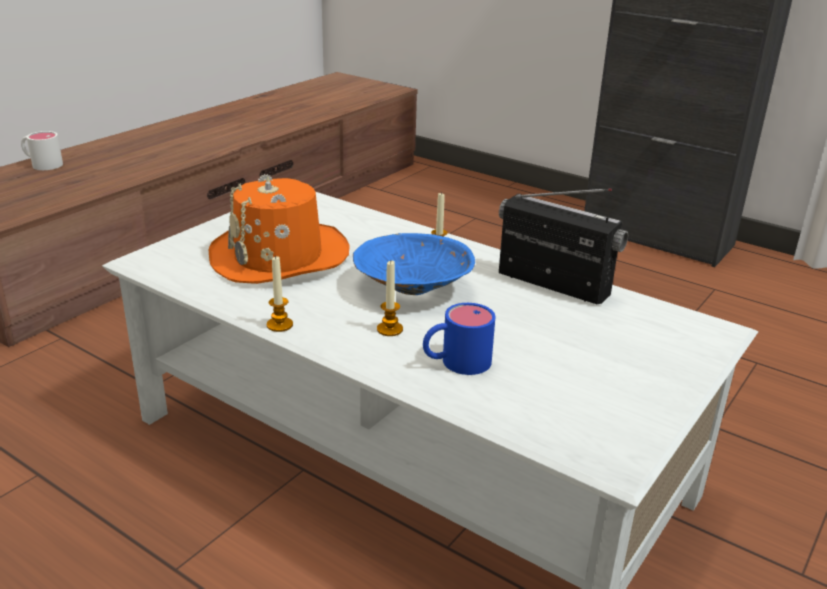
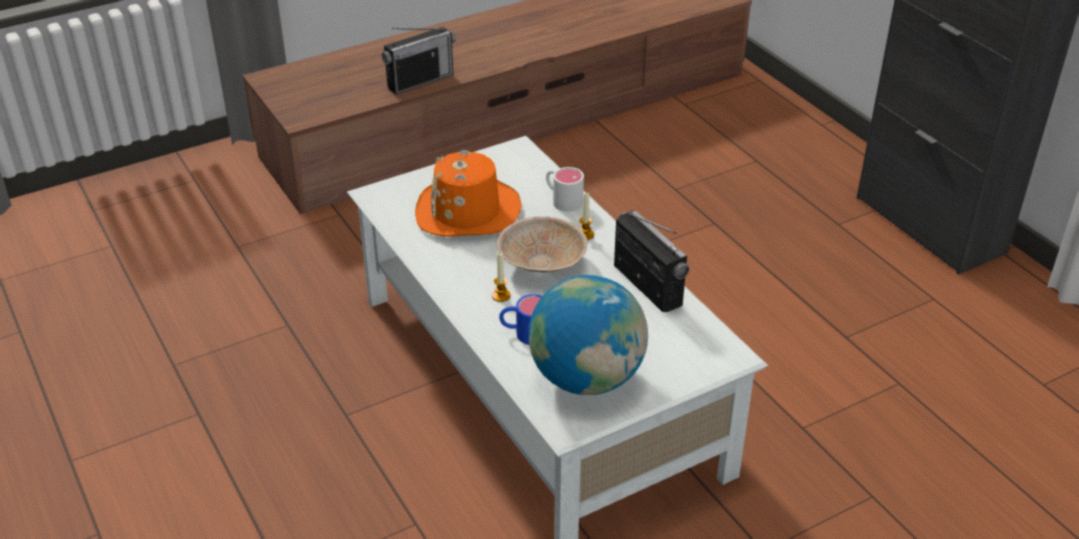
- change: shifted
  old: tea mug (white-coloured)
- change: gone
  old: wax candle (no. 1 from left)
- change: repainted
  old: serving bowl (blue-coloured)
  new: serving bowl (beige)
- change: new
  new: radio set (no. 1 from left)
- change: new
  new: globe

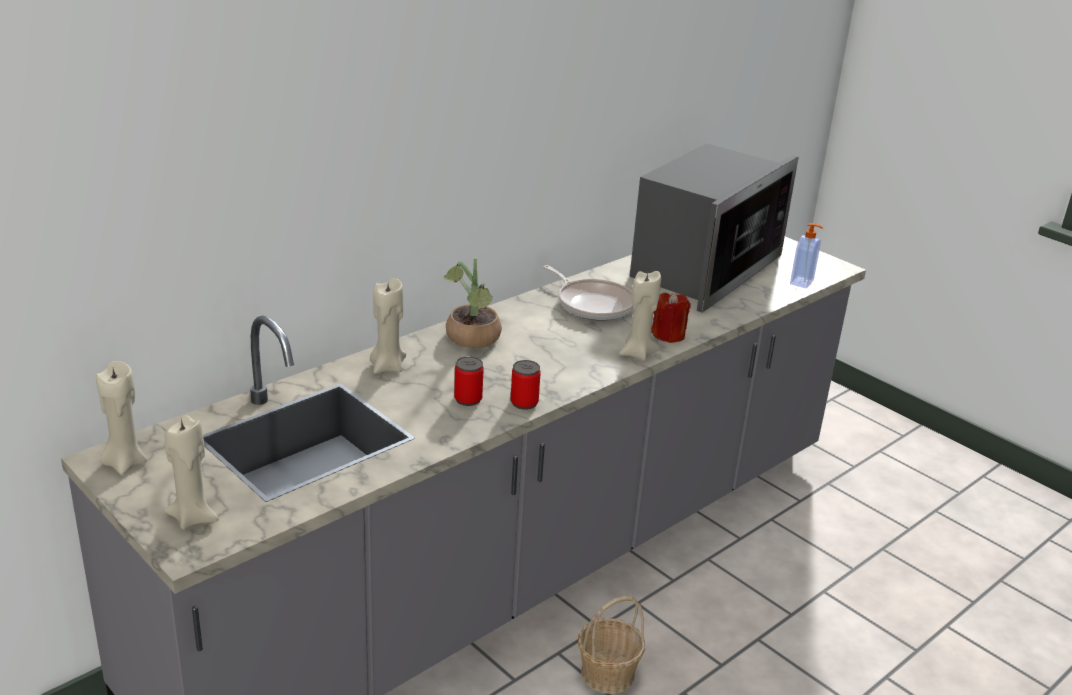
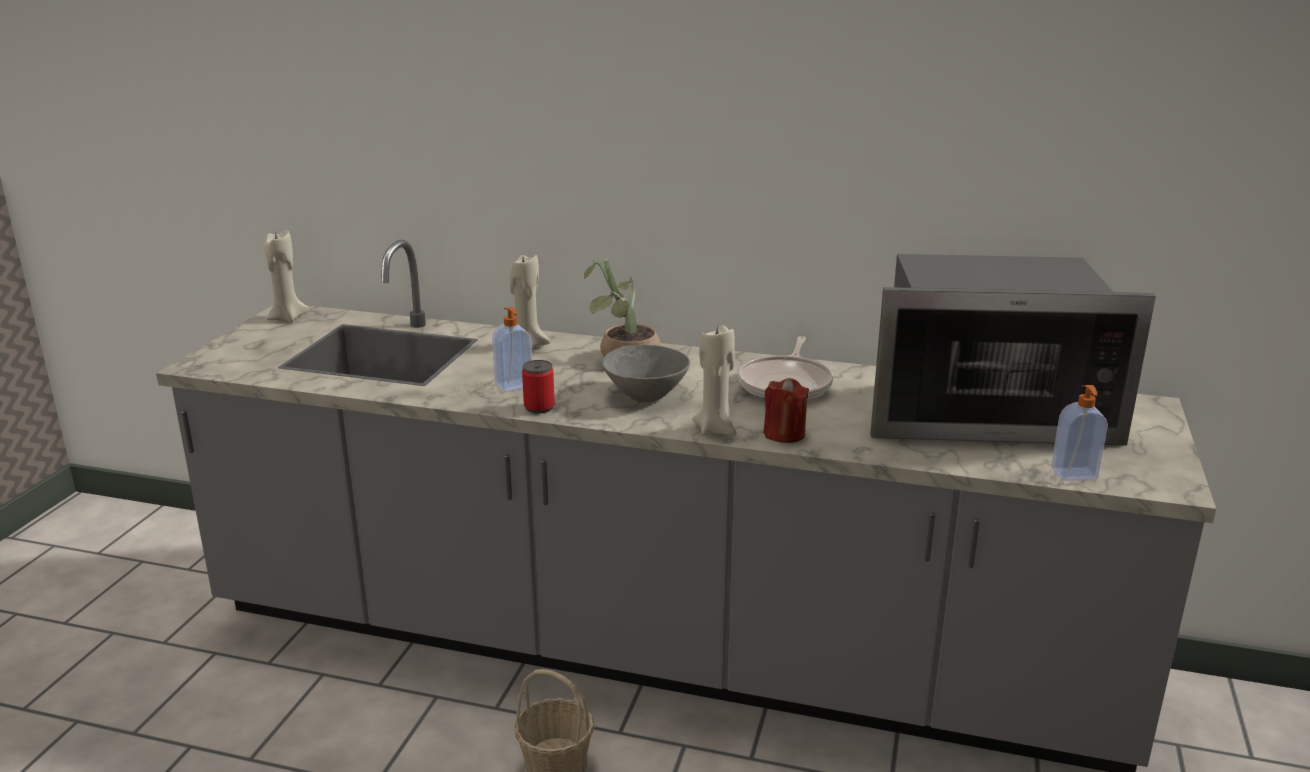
- change: gone
  old: wax candle (beige) (no. 2 from left)
- change: swapped
  old: sealed can (no. 1 from left)
  new: soap dispenser (no. 1 from left)
- change: new
  new: serving bowl (grey)

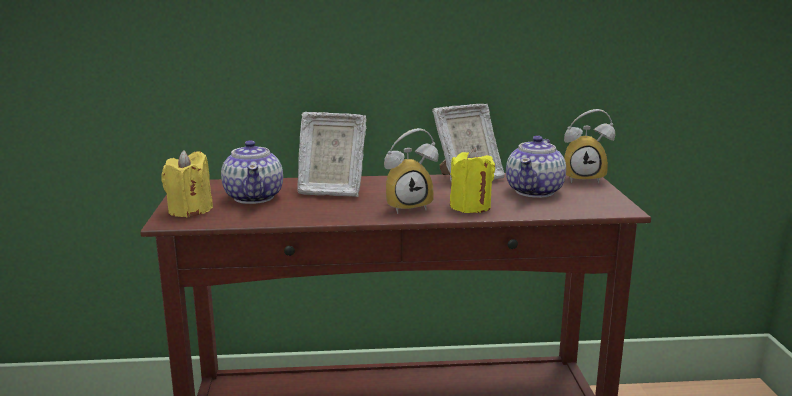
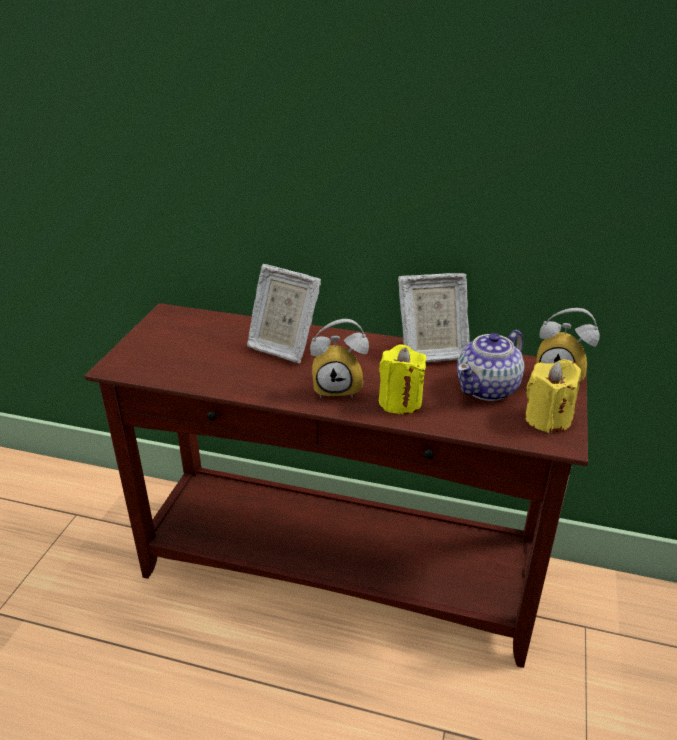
- change: shifted
  old: wax candle (yellow-coloured) (no. 1 from left in the first image)
  new: wax candle (yellow-coloured) (no. 2 from left)
- change: gone
  old: pot for tea (no. 1 from left)

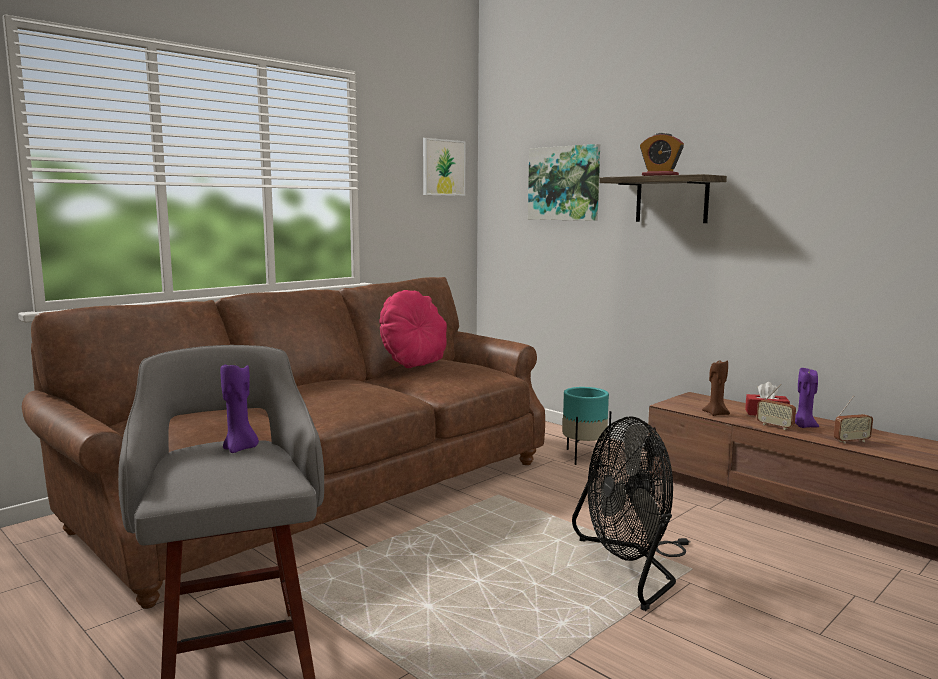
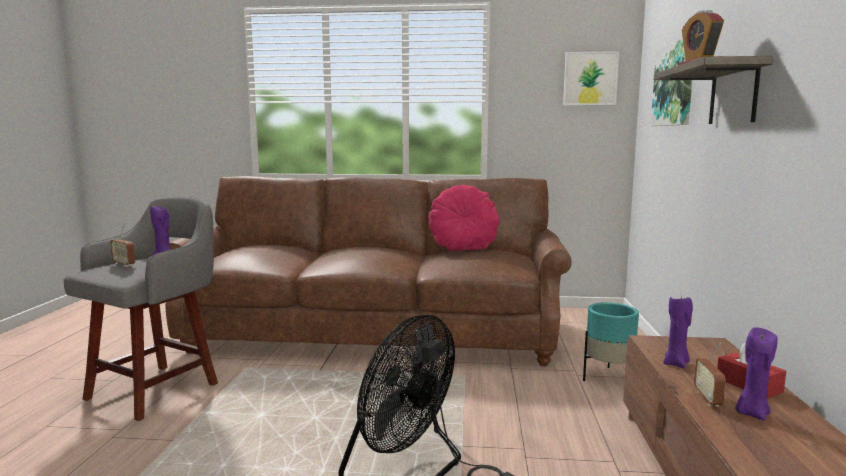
- change: repainted
  old: wax candle (brown)
  new: wax candle (purplish) (no. 2 from left)
- change: shifted
  old: radio set (no. 2 from left in the first image)
  new: radio set (no. 1 from left)

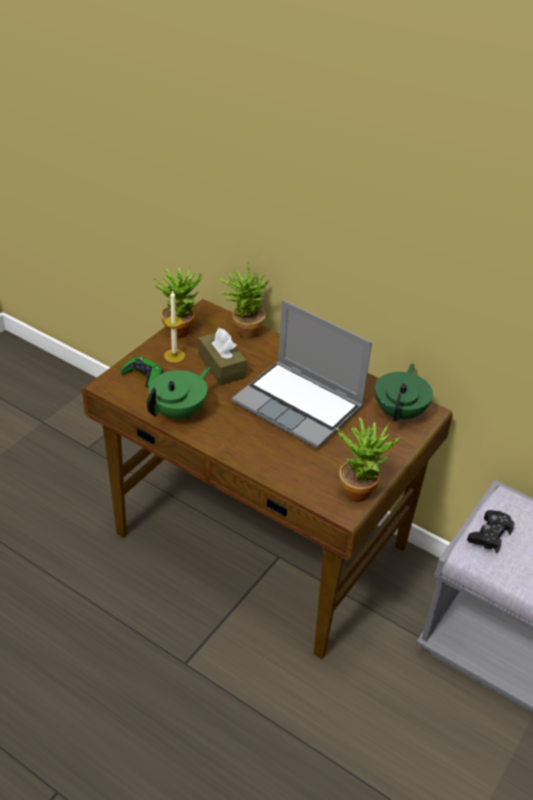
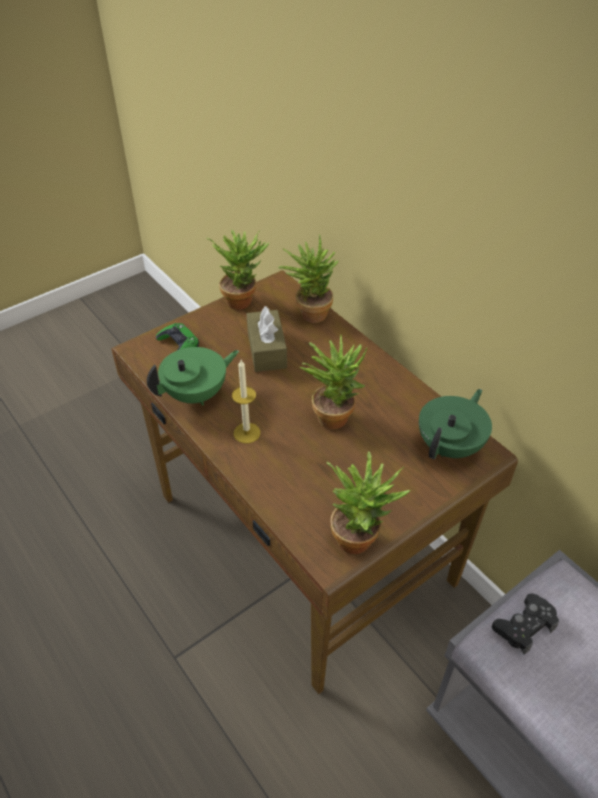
- change: shifted
  old: wax candle
- change: swapped
  old: portable computer
  new: potted plant (no. 3 from left)

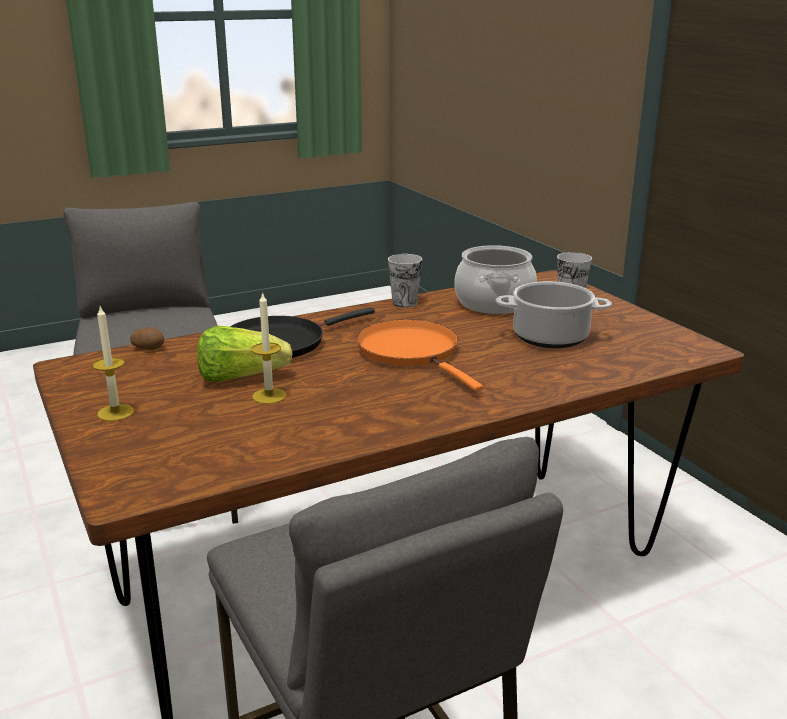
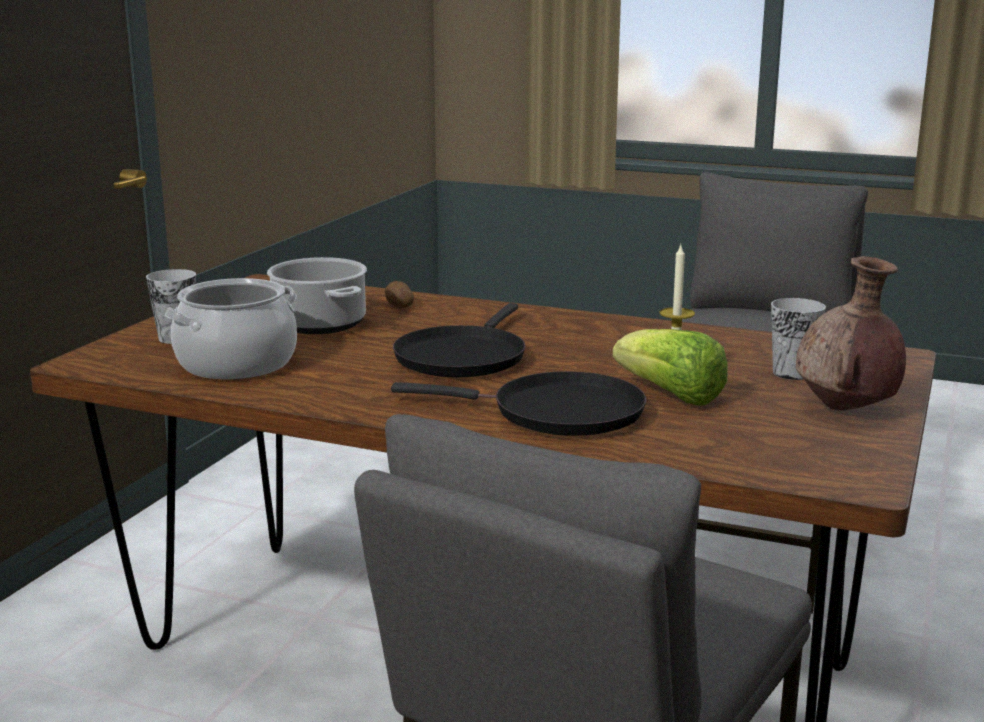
- change: swapped
  old: wax candle (no. 1 from left)
  new: decorative vase (brown)
- change: shifted
  old: whole potato
- change: repainted
  old: pan (orange)
  new: pan (black-coloured) (no. 1 from left)
- change: shifted
  old: drinking cup (no. 1 from left in the first image)
  new: drinking cup (no. 2 from left)

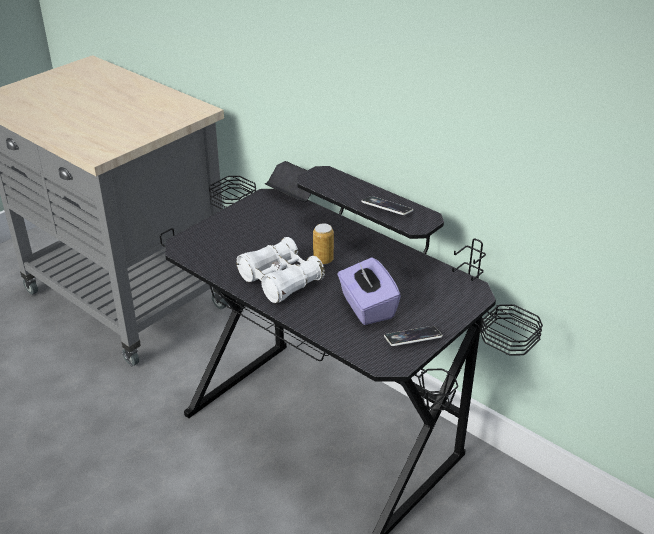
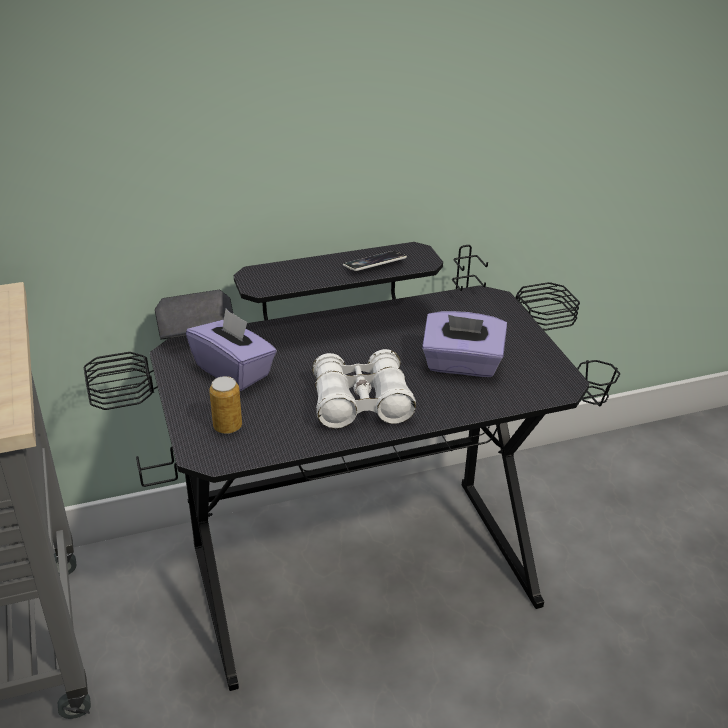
- change: shifted
  old: sealed can
- change: gone
  old: phone (no. 2 from left)
- change: new
  new: tissue holder (purplish) (no. 1 from left)

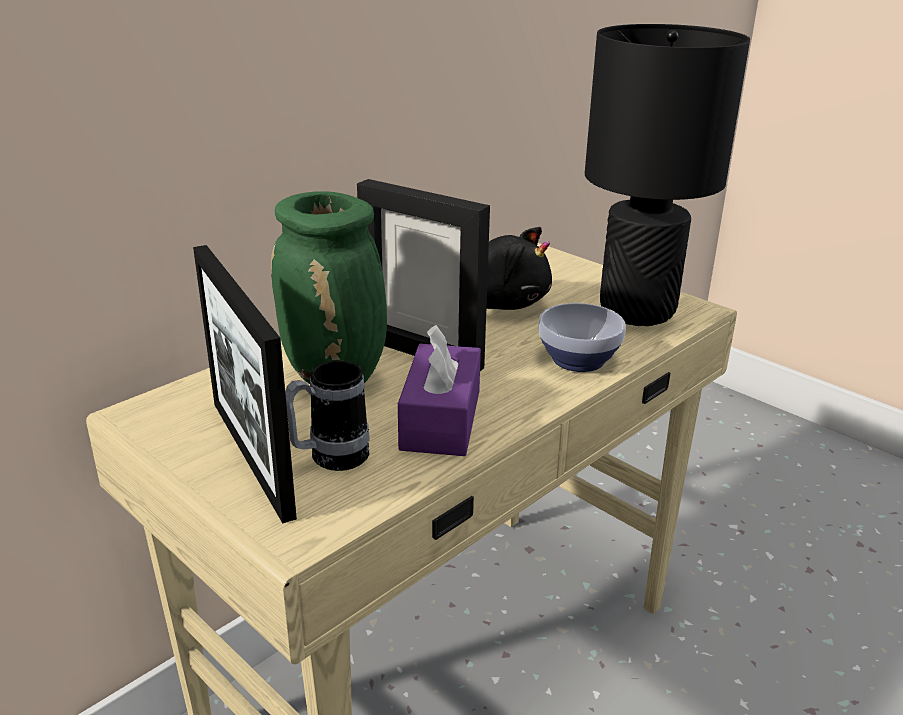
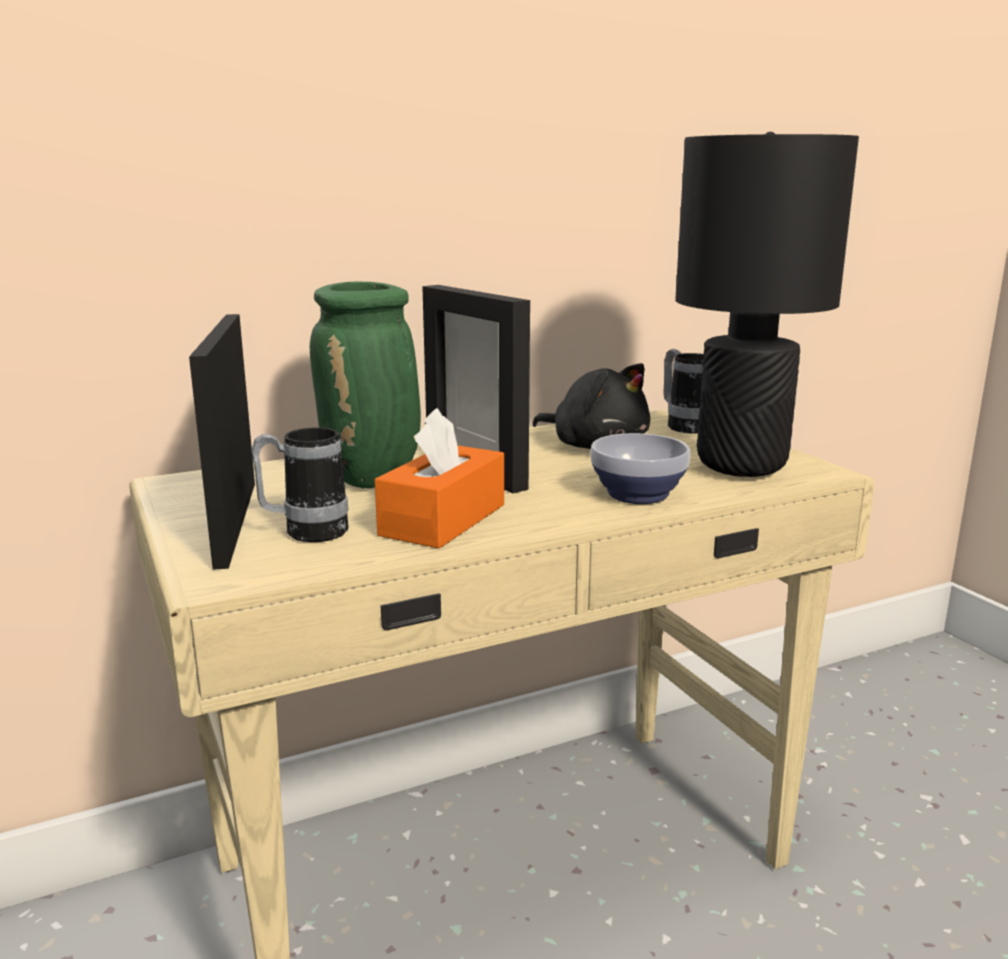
- change: repainted
  old: tissue holder (purplish)
  new: tissue holder (orange)
- change: new
  new: tea mug (no. 2 from left)

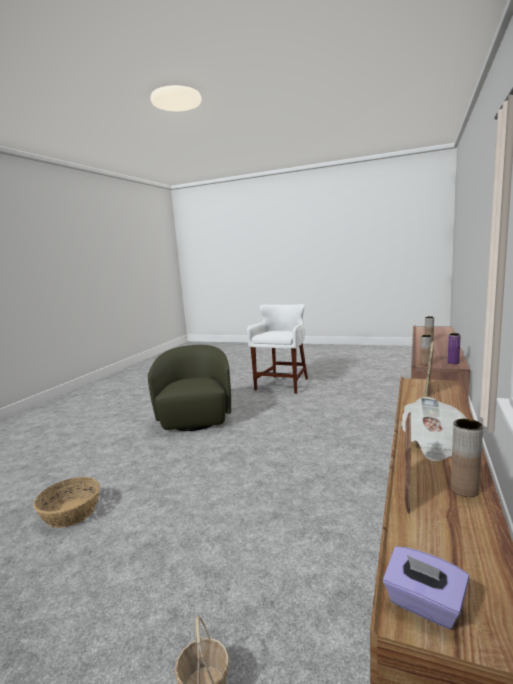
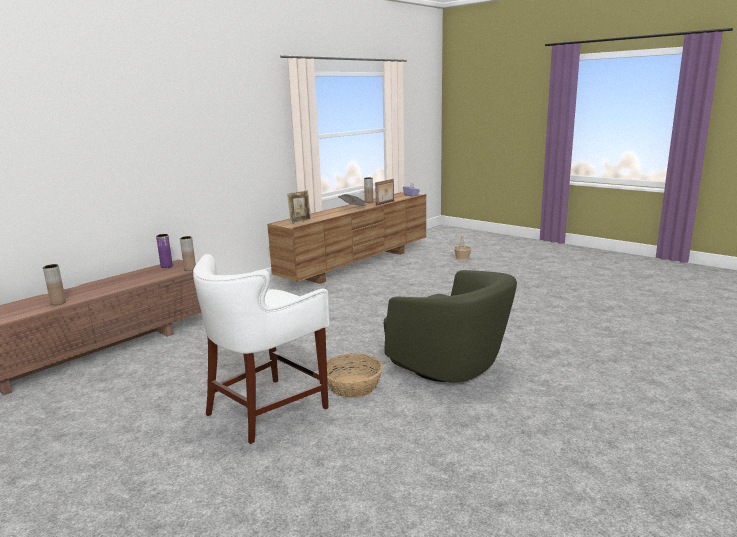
- change: shifted
  old: storage basket (no. 1 from left)
- change: rotated
  old: armchair (green)
  degrees: -60

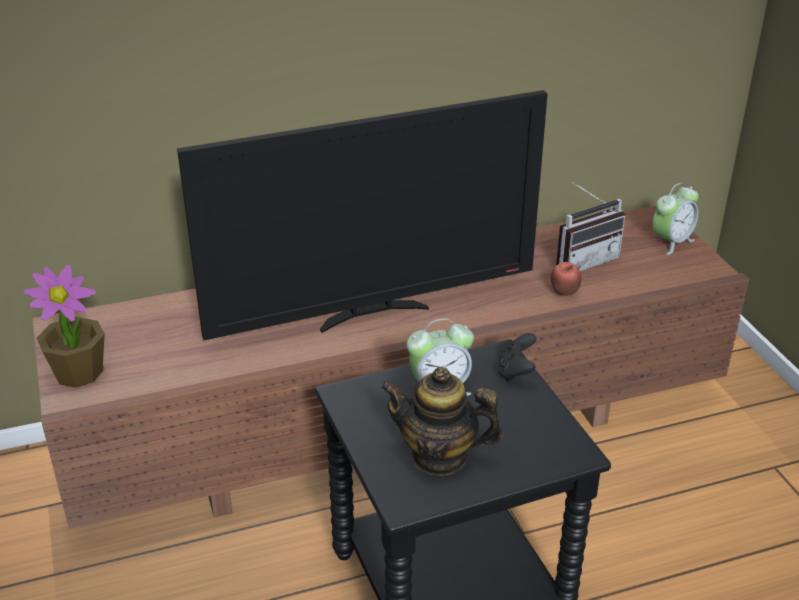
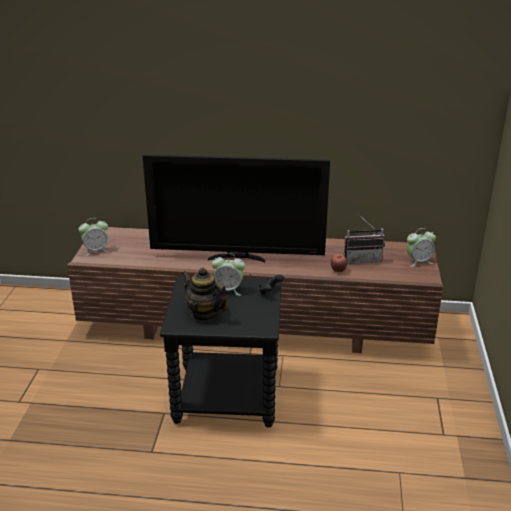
- change: swapped
  old: potted plant
  new: bedside clock (no. 1 from left)

